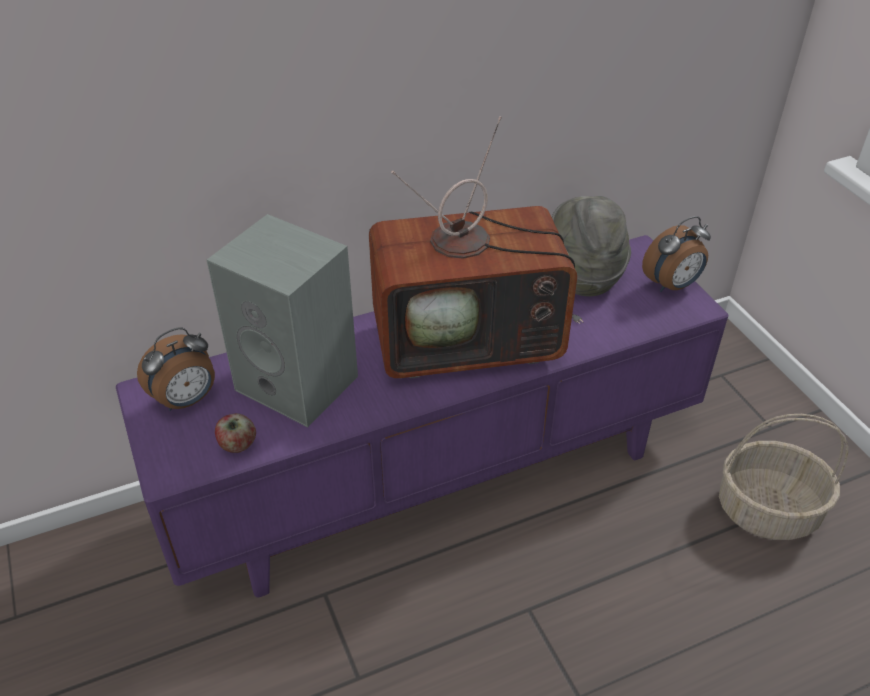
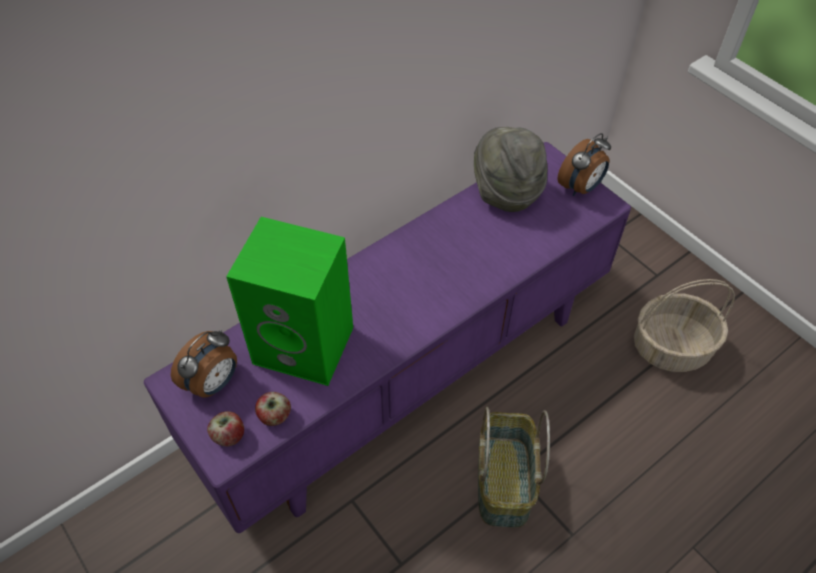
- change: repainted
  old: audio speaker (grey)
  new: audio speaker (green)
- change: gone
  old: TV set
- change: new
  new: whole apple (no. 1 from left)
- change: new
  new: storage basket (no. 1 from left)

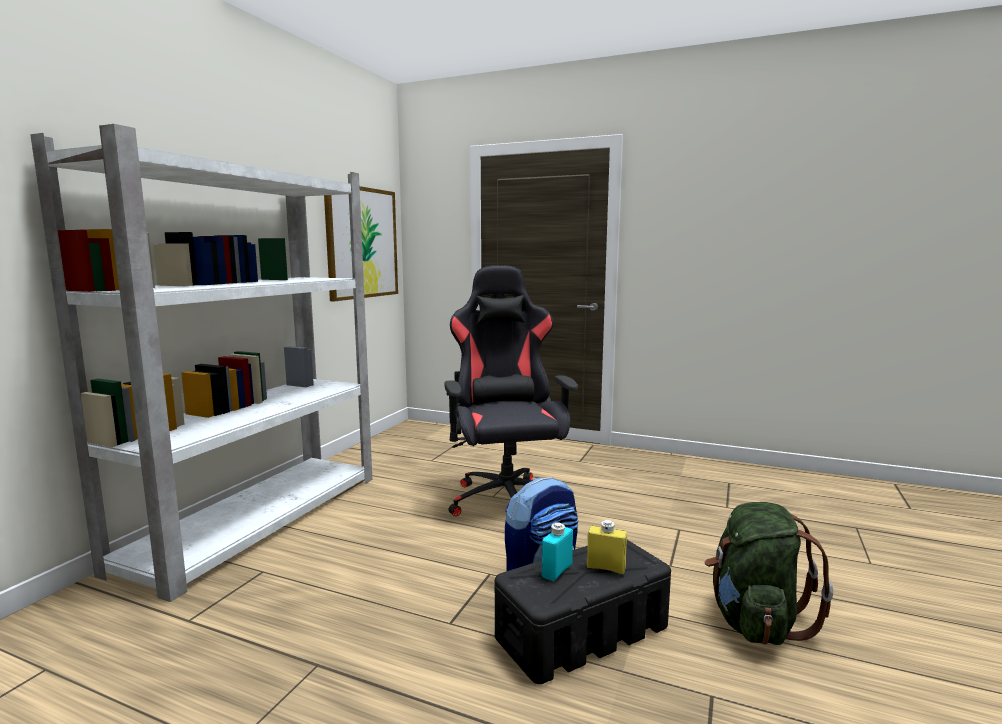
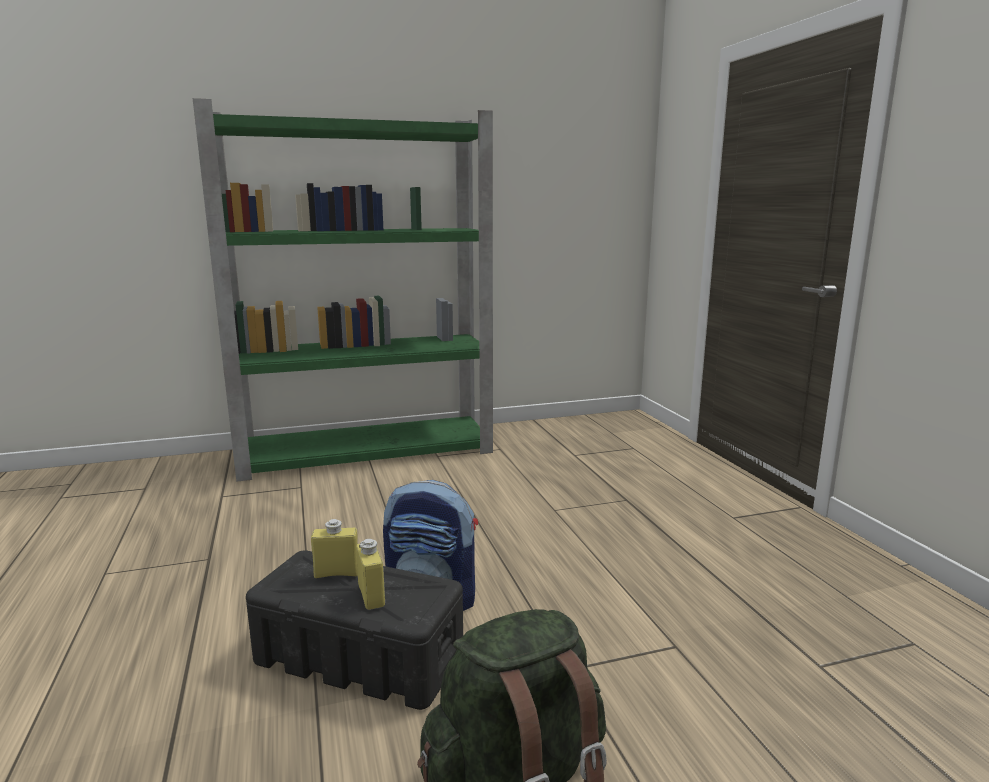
- change: repainted
  old: shelving unit (white-coloured)
  new: shelving unit (green)
- change: gone
  old: wall picture
- change: gone
  old: computer chair (black-coloured)
- change: repainted
  old: beverage bottle (turquoise-coloured)
  new: beverage bottle (yellow-coloured) (no. 1 from left)

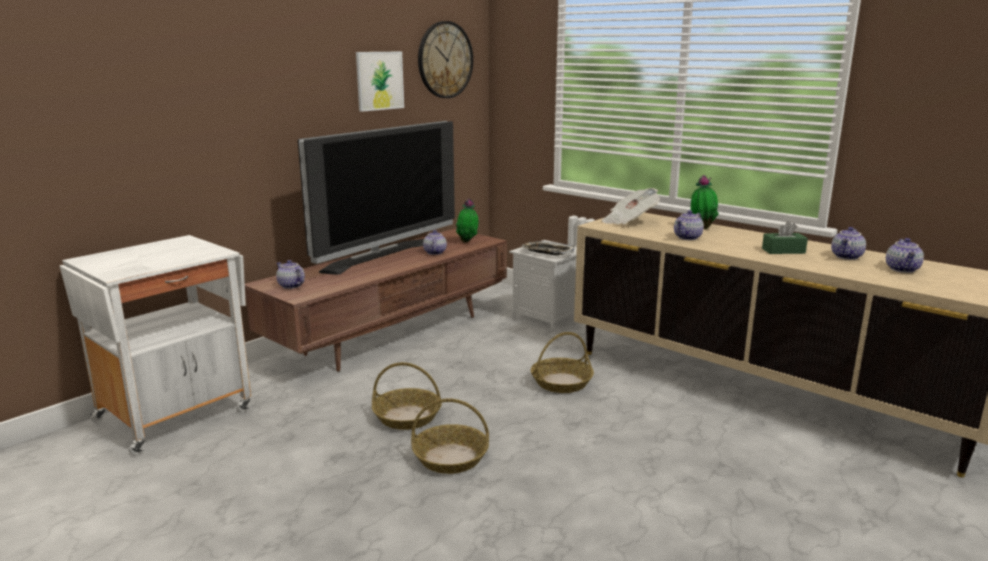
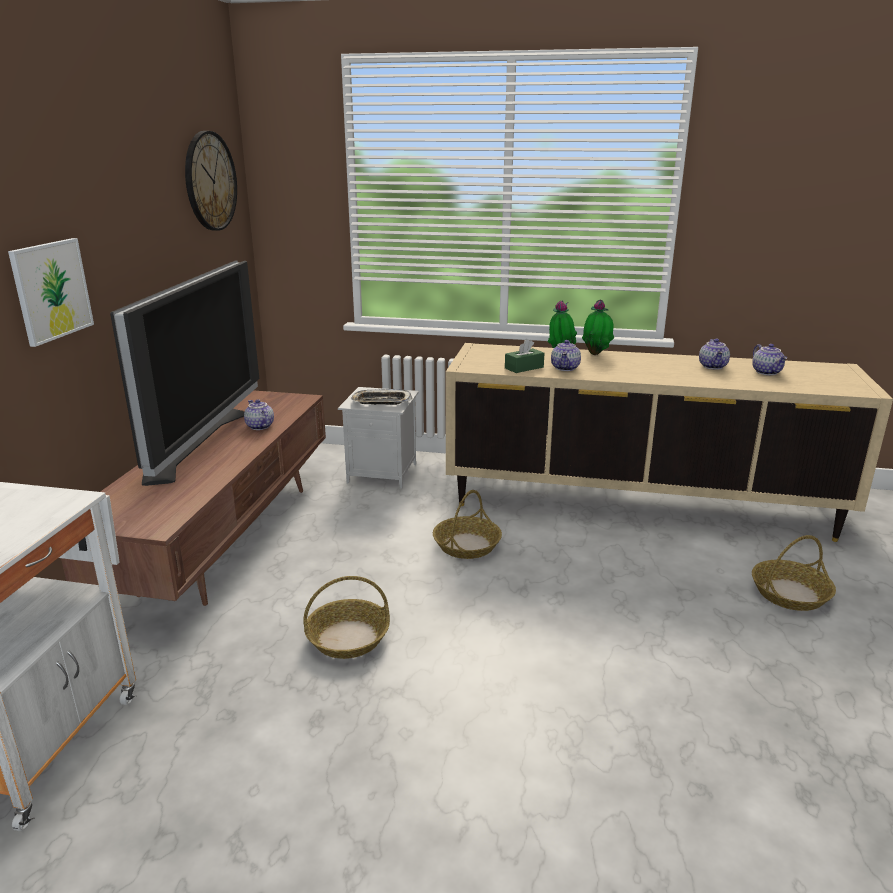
- change: gone
  old: pot for tea (no. 1 from left)
- change: shifted
  old: wall picture
- change: shifted
  old: storage basket (no. 2 from left in the first image)
  new: storage basket (no. 3 from left)
- change: shifted
  old: potted plant (no. 1 from left in the first image)
  new: potted plant (no. 2 from left)
- change: gone
  old: newspaper
- change: shifted
  old: tissue holder (green)

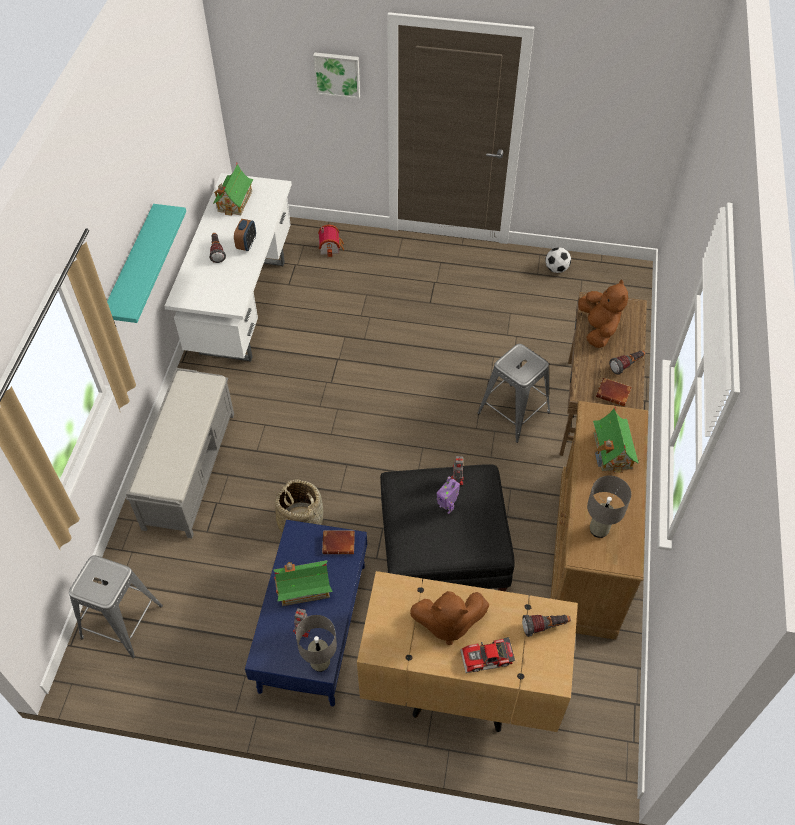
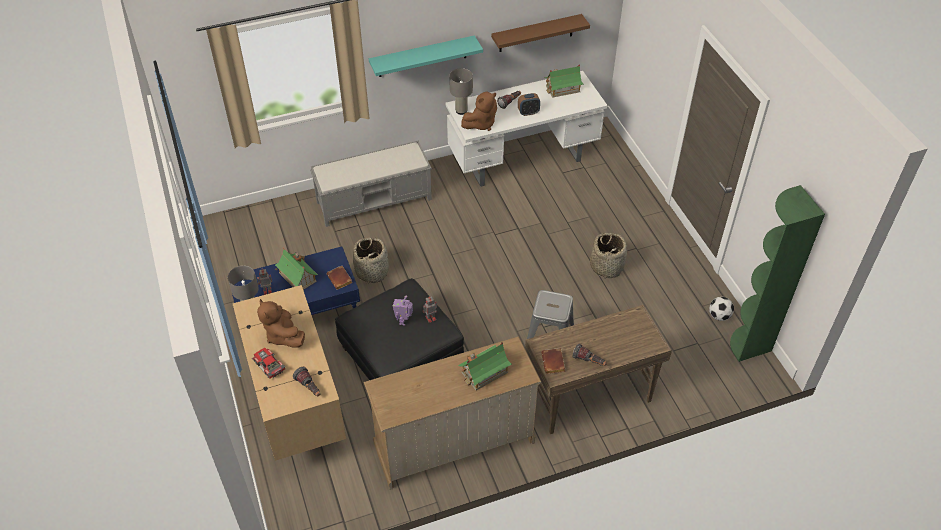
- change: gone
  old: stool seat (grey) (no. 1 from left)
- change: gone
  old: wall picture
- change: gone
  old: toy house (no. 3 from left)
- change: shifted
  old: cuddly toy (brown) (no. 2 from left)
- change: shifted
  old: table lamp (grey) (no. 2 from left)
- change: new
  new: bracket shelf (brown)
- change: new
  new: storage basket (no. 2 from left)
- change: new
  new: shelving unit (green)

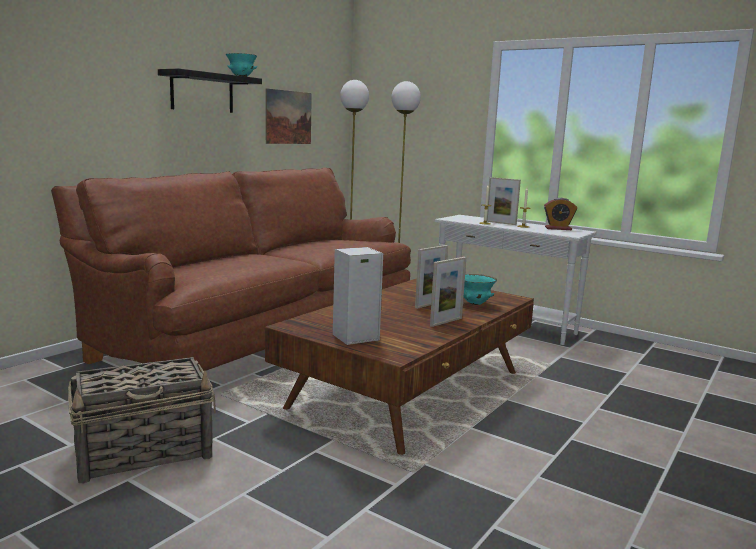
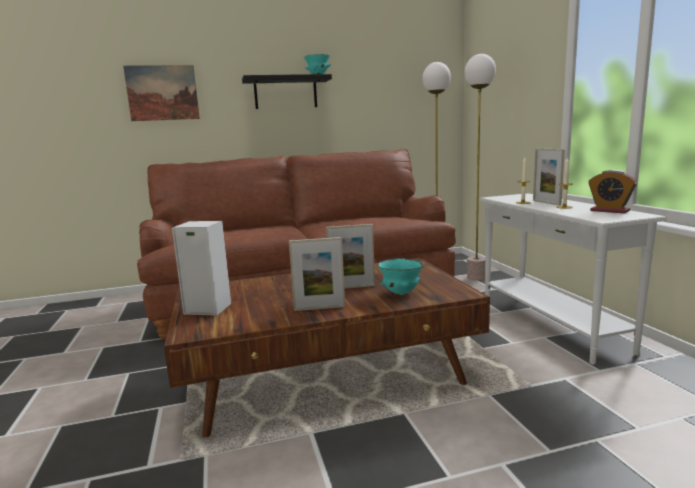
- change: gone
  old: storage basket
- change: shifted
  old: wall picture

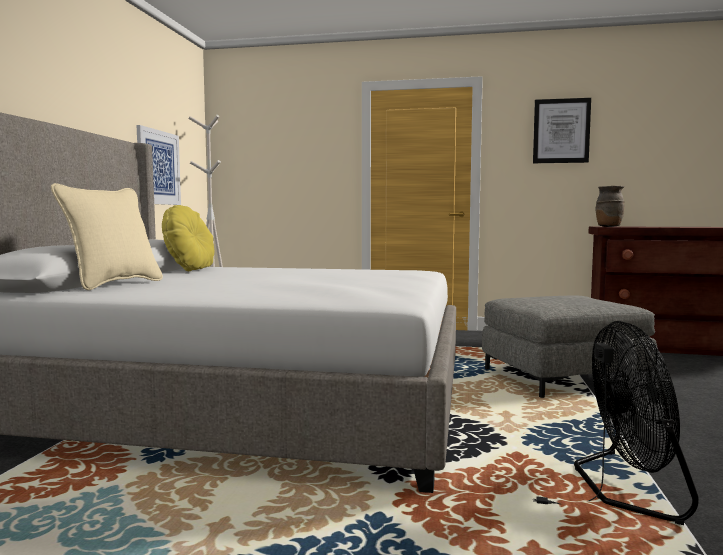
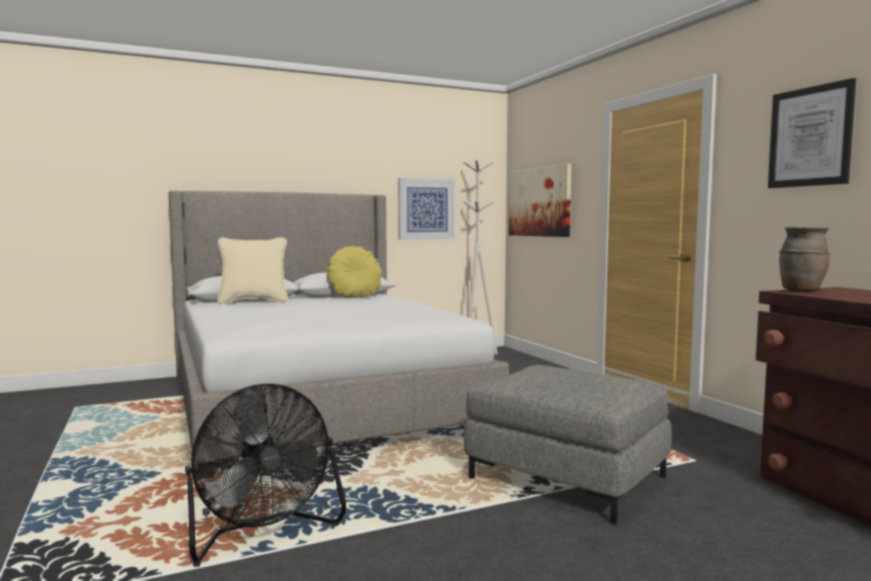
- change: new
  new: wall picture (no. 2 from left)

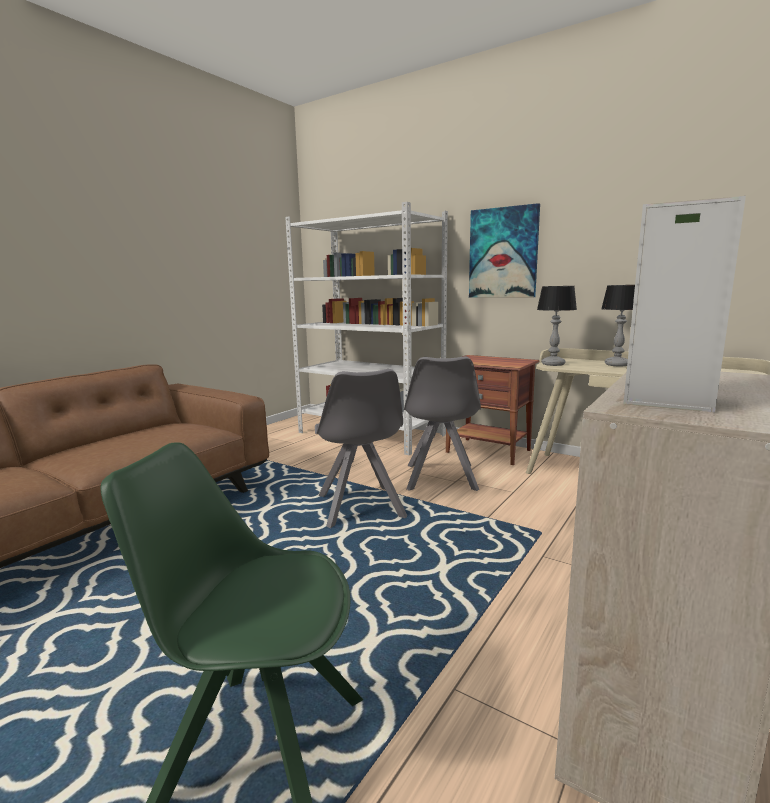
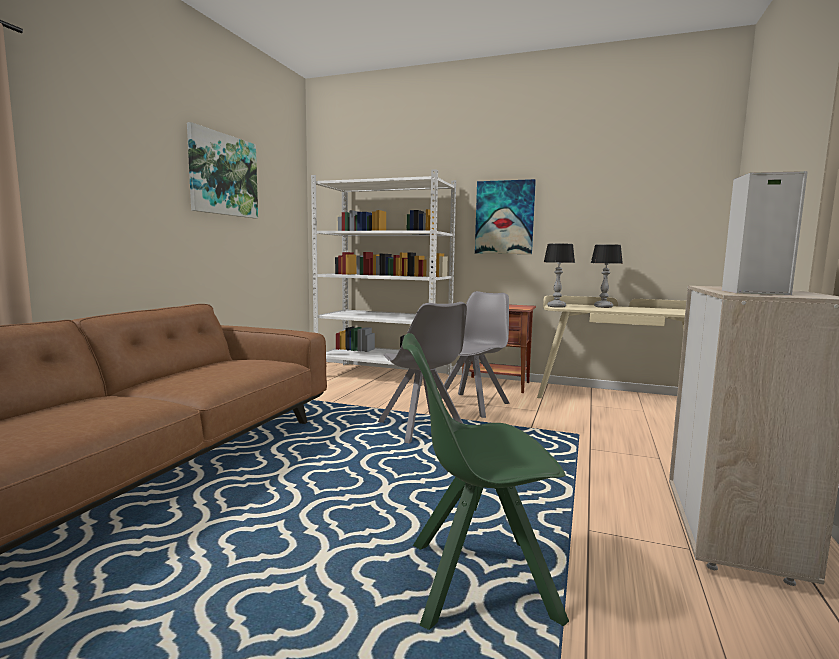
- change: rotated
  old: chair (grey) (no. 2 from left)
  degrees: -135
- change: new
  new: wall picture (no. 1 from left)

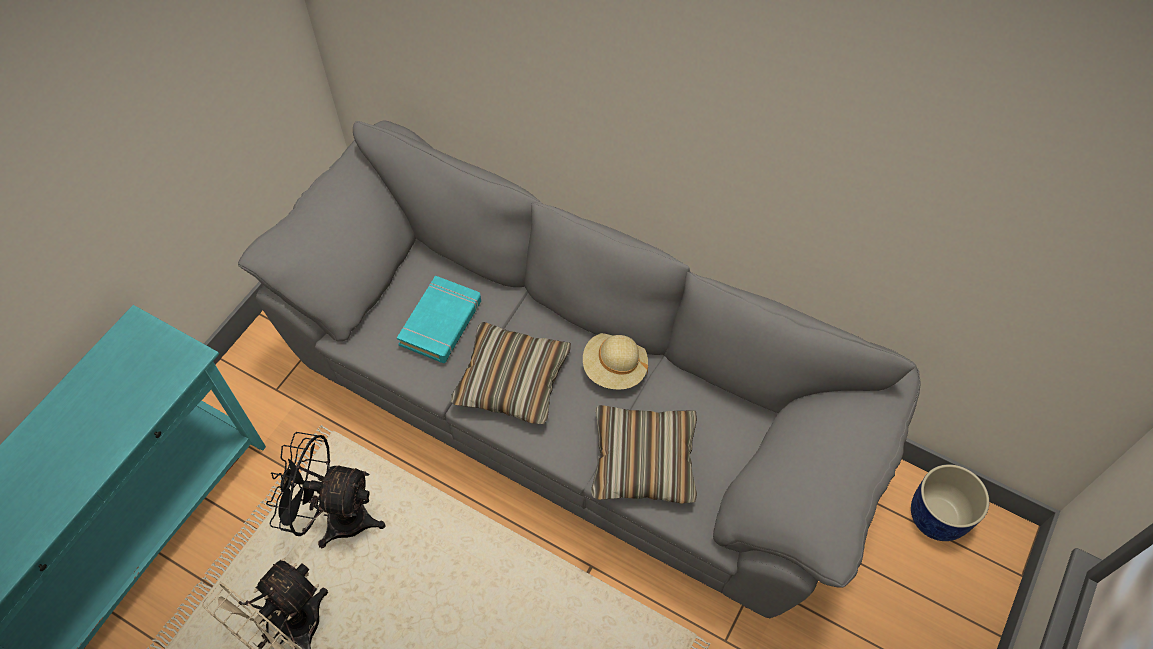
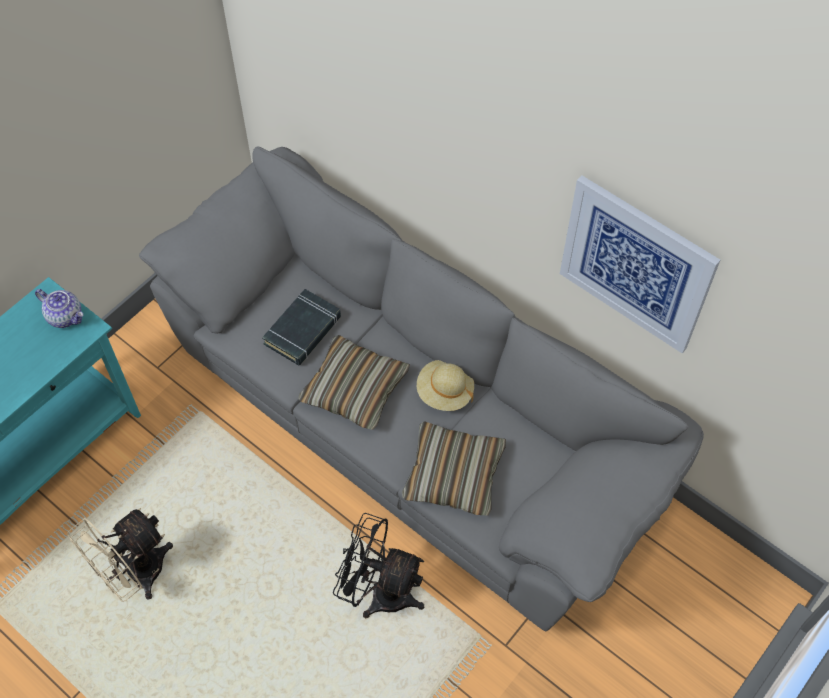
- change: shifted
  old: electric fan (black-coloured)
- change: repainted
  old: book (turquoise-coloured)
  new: book (black-coloured)
- change: gone
  old: plant pot (blue-coloured)
- change: new
  new: pot for tea
- change: new
  new: wall picture

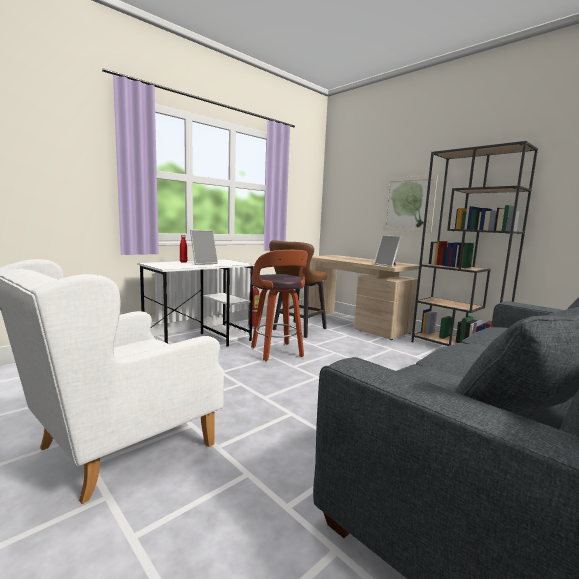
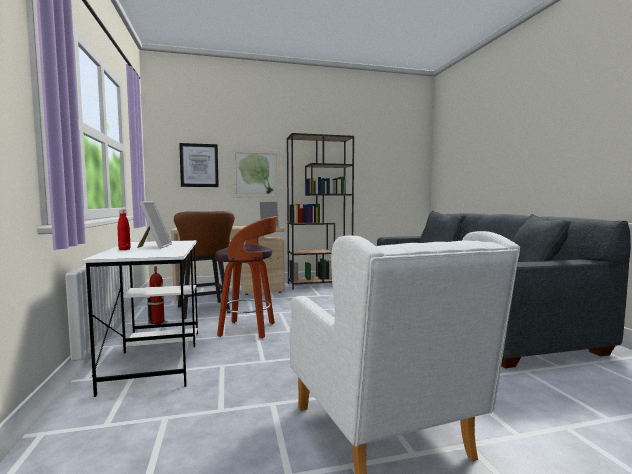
- change: new
  new: wall picture (no. 1 from left)

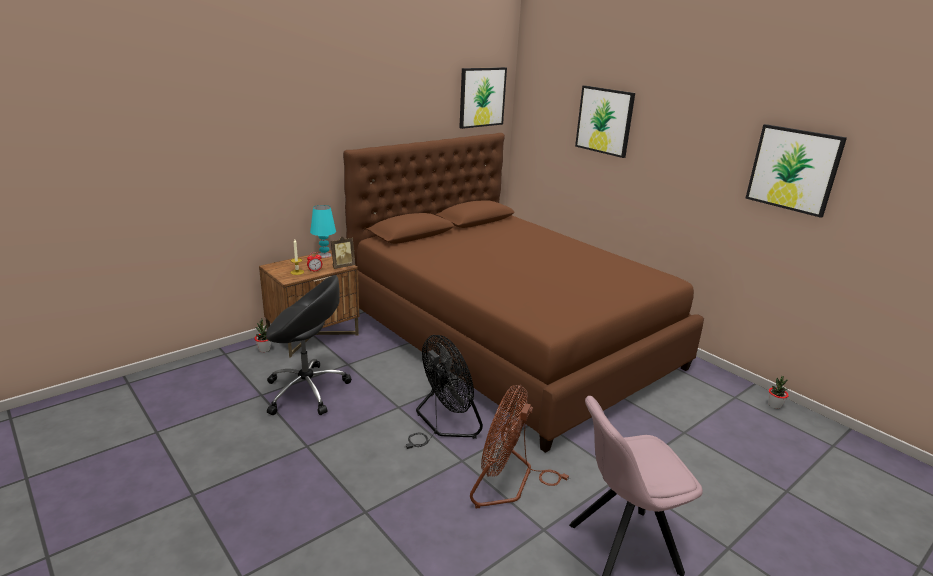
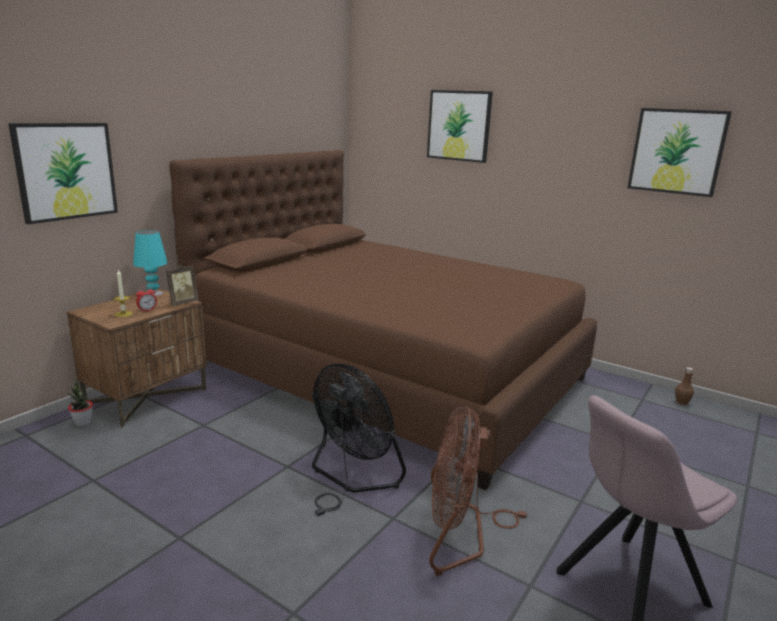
- change: gone
  old: computer chair (black-coloured)
- change: shifted
  old: wall picture (no. 1 from left)
- change: swapped
  old: potted plant (no. 2 from left)
  new: beverage bottle (brown)

